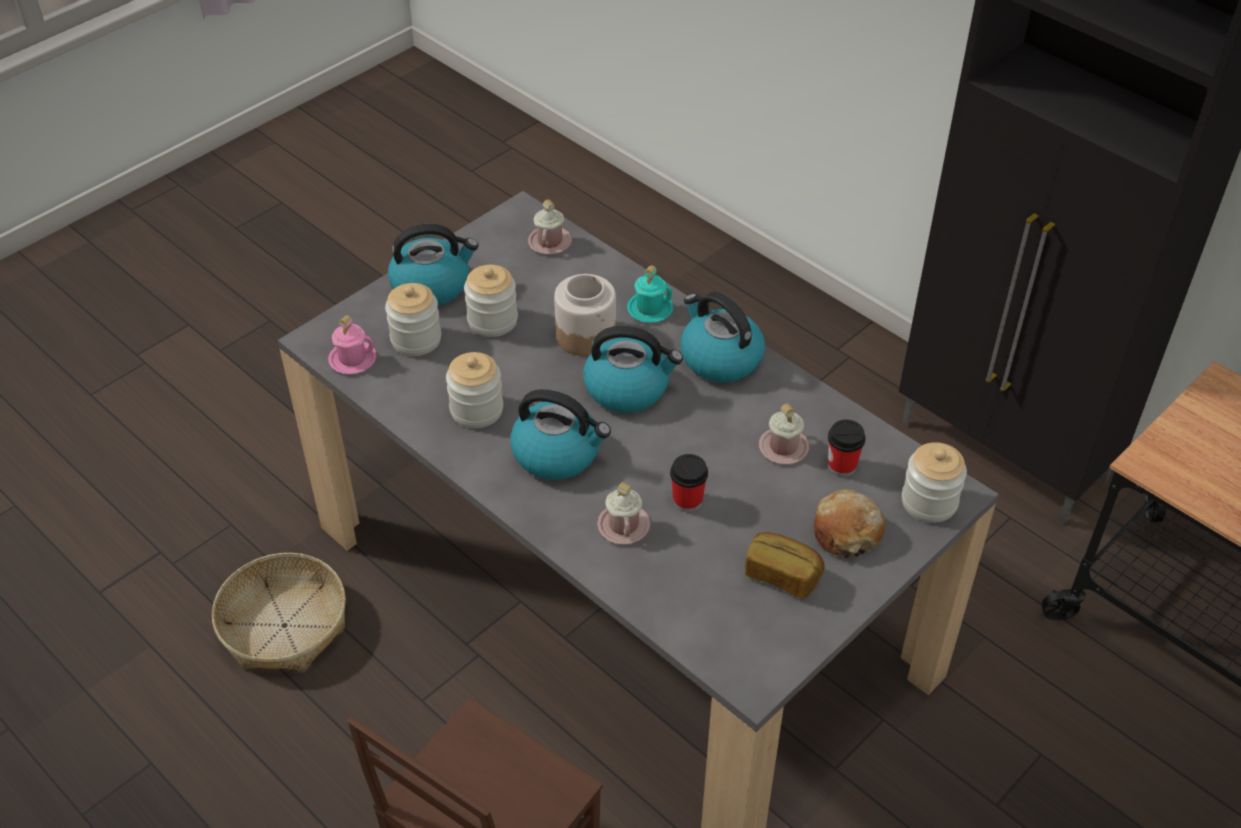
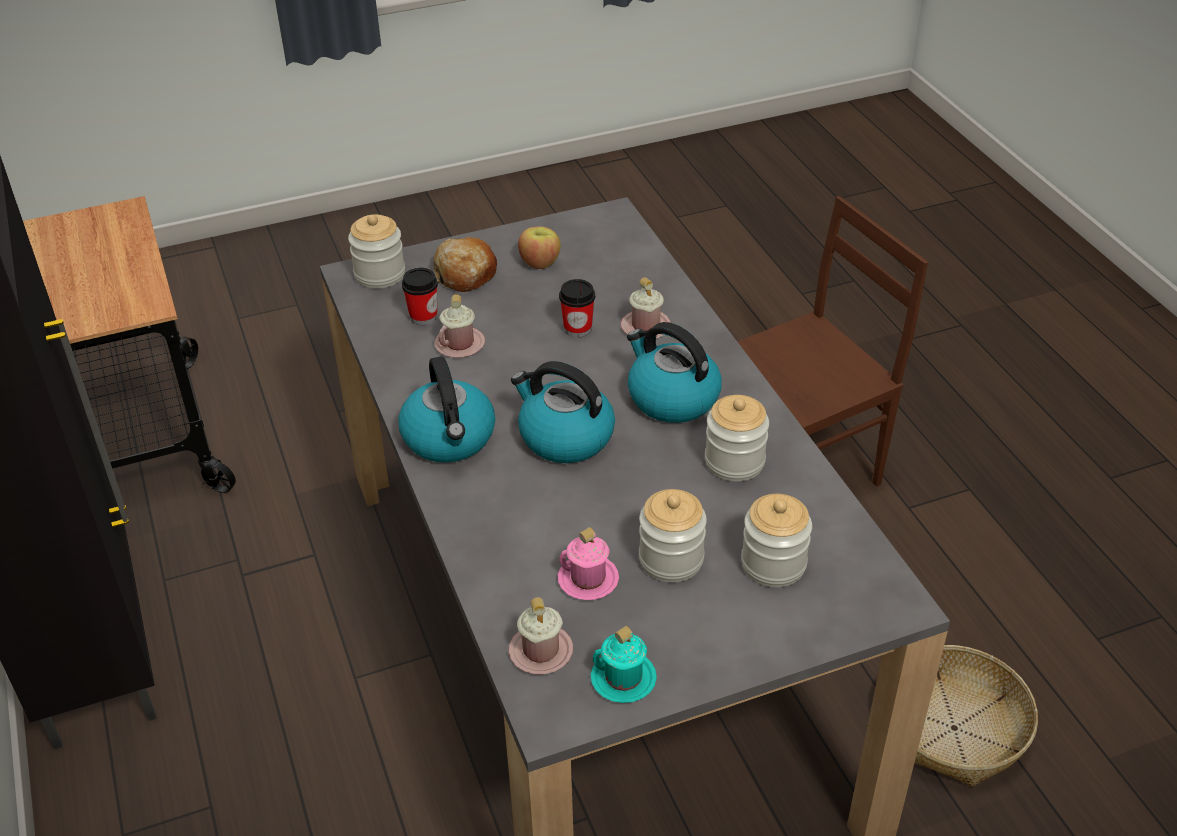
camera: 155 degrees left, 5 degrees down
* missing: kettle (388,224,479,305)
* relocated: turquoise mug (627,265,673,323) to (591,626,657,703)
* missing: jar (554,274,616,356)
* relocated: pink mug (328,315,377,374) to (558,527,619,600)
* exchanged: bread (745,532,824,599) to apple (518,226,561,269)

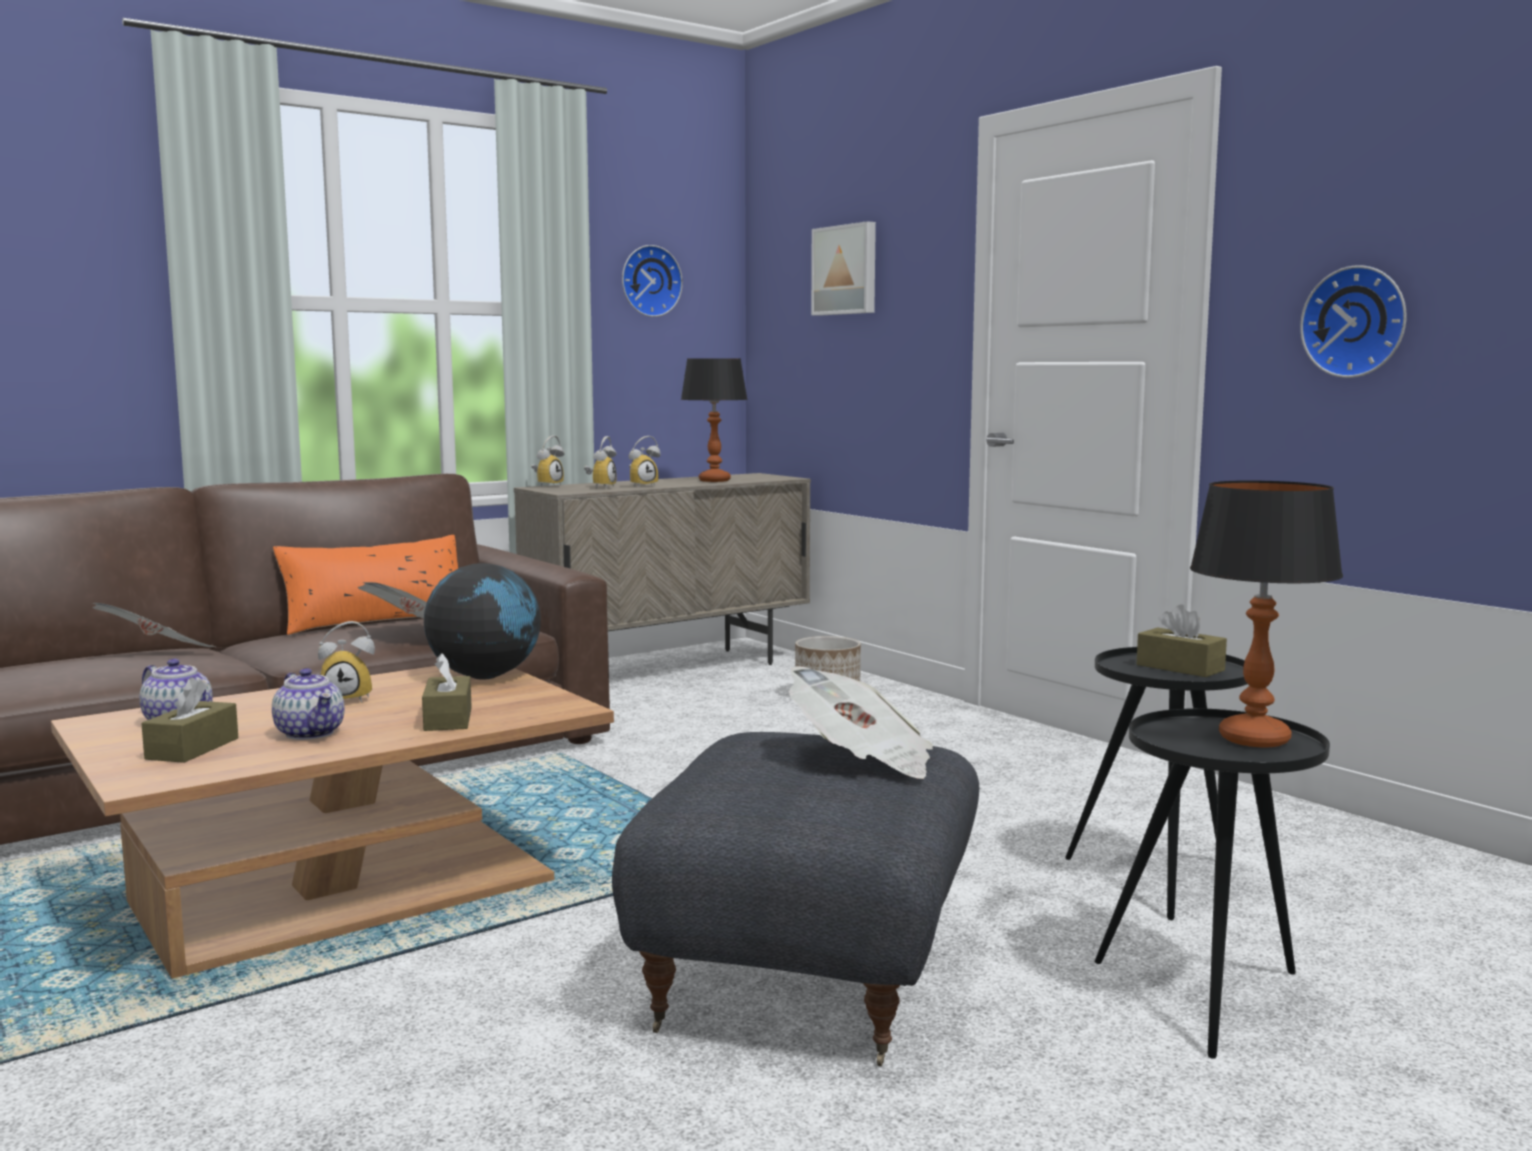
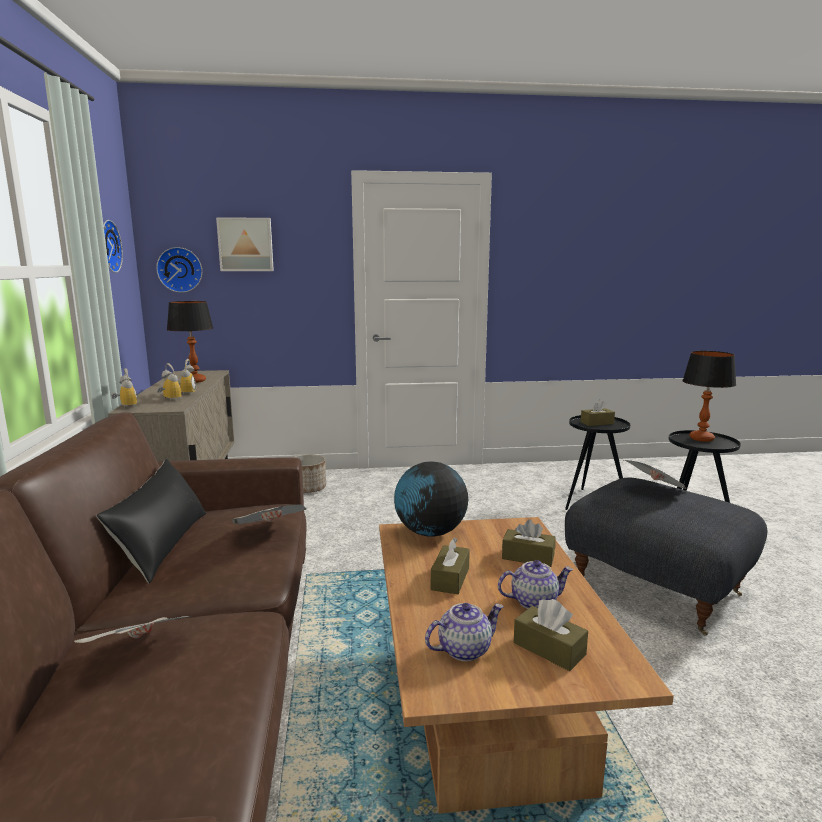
camera: 60 degrees left, 5 degrees up
* relocated: wall clock (1300,265,1407,378) to (156,247,202,293)
* colour: orange pillow (273,535,458,635) to black pillow (96,459,206,584)
* exchanged: alarm clock (318,621,375,703) to brown tissue box (431,538,470,594)

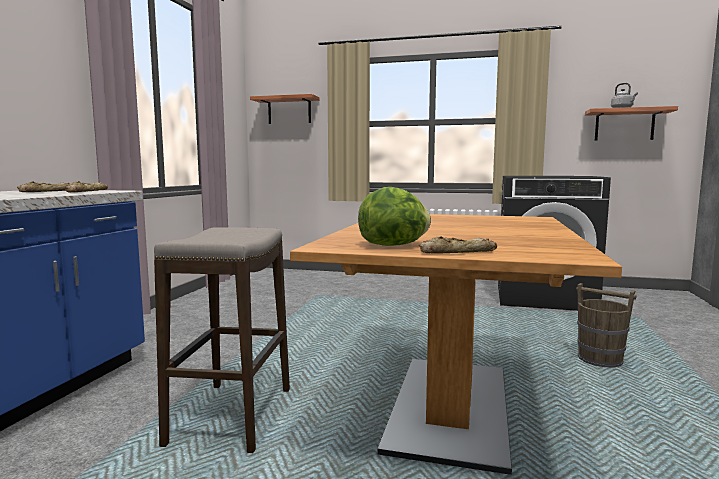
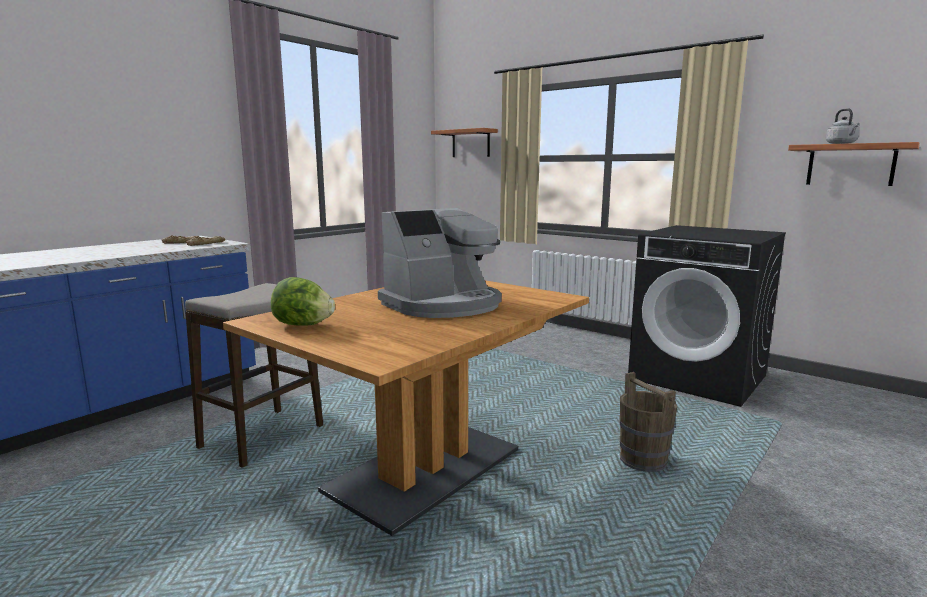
camera: 25 degrees right, 5 degrees up
* missing: bread (419,236,497,253)
* appeared: coffee machine (378,208,502,318)

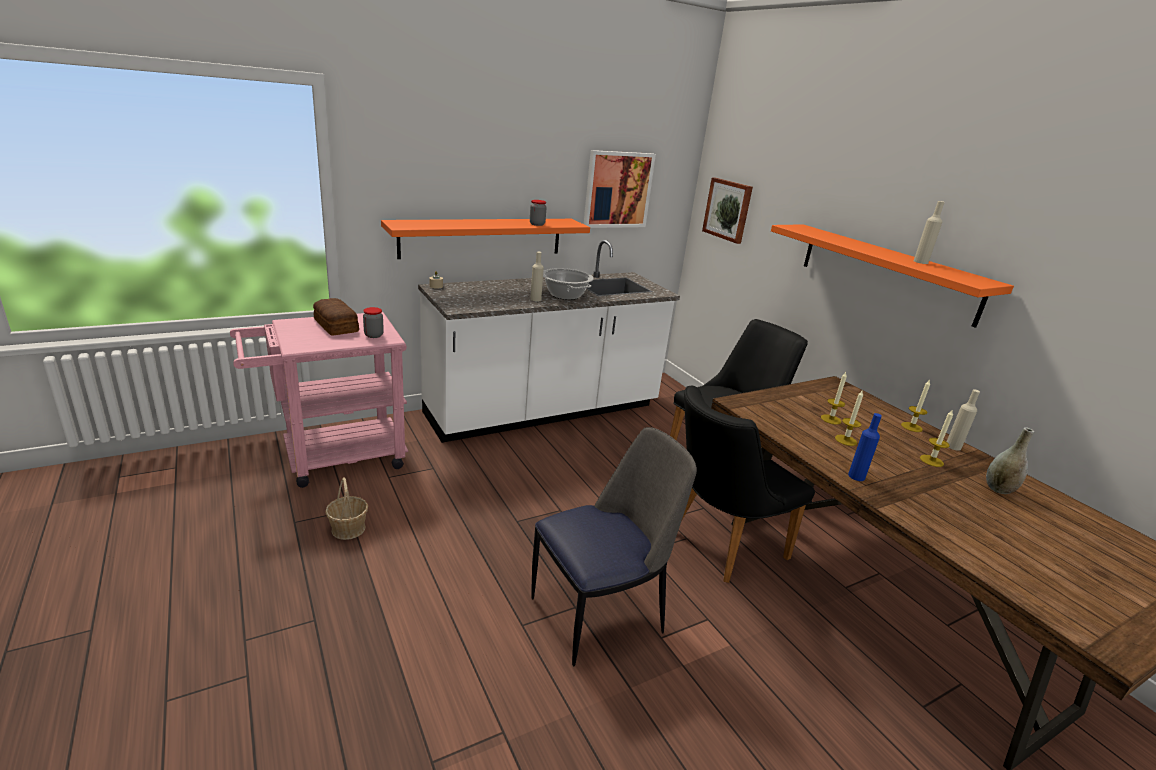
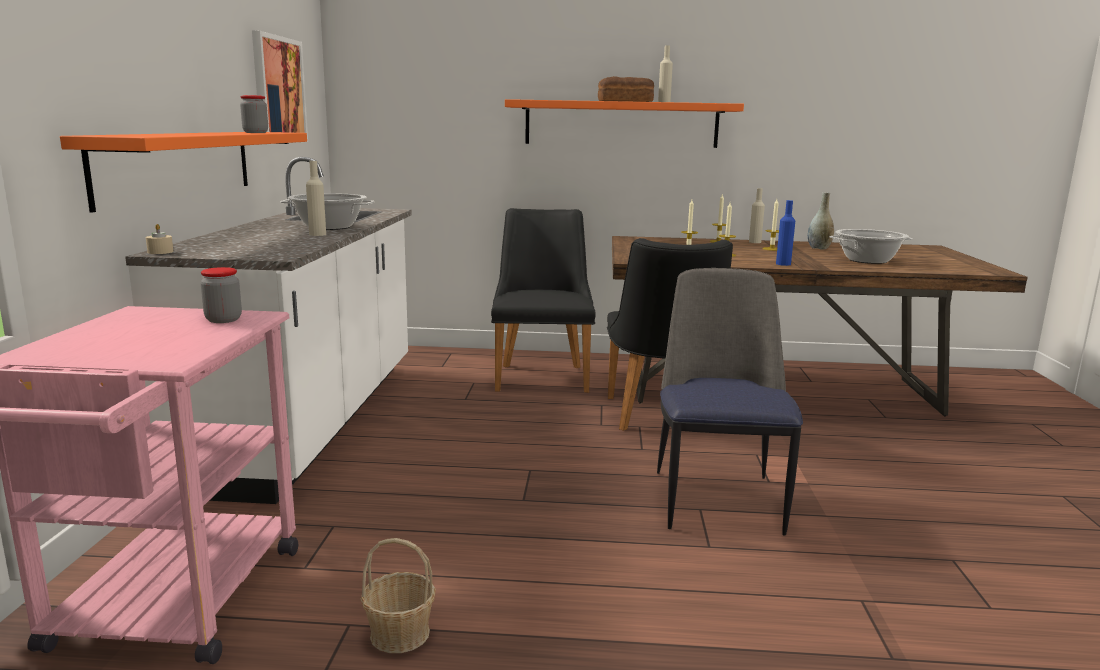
camera: 55 degrees left, 10 degrees down
* missing: picture (702,177,753,244)
* relocated: bread (313,298,359,335) to (598,76,654,102)
* appeared: cooking pot (829,229,913,264)

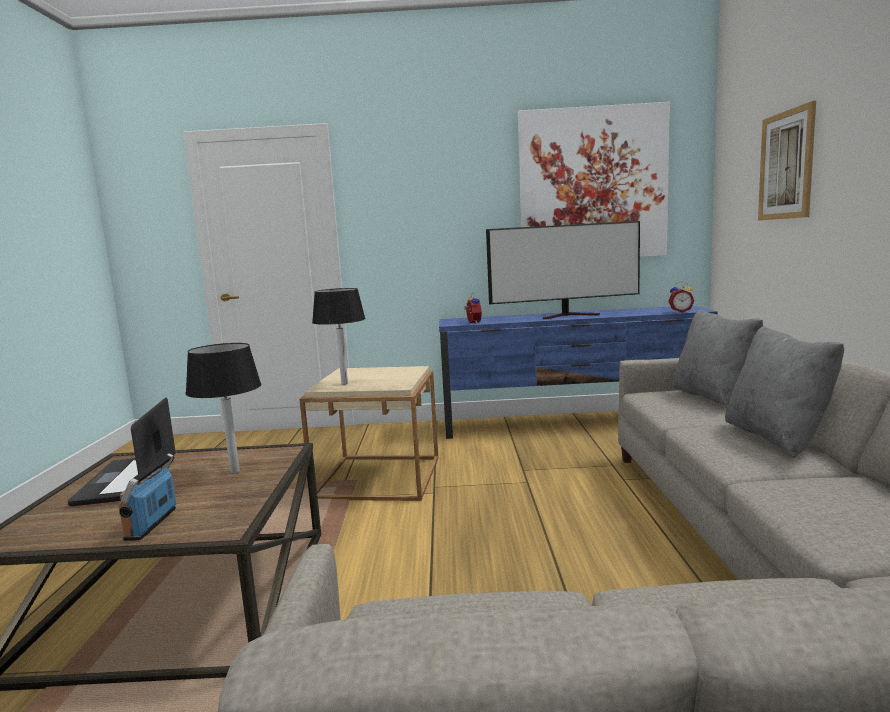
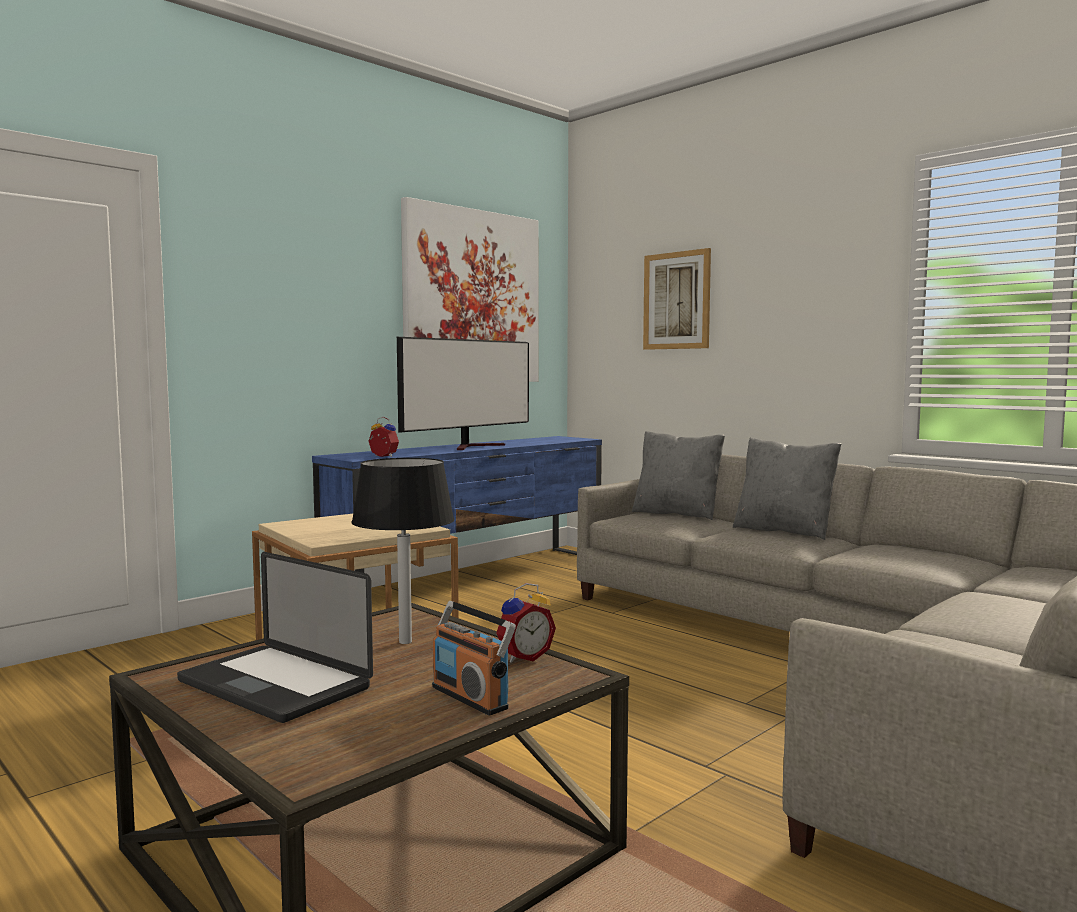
camera: 45 degrees left, 5 degrees down
* relocated: alarm clock (668,281,694,313) to (496,583,556,663)
* missing: black table lamp (312,288,366,385)

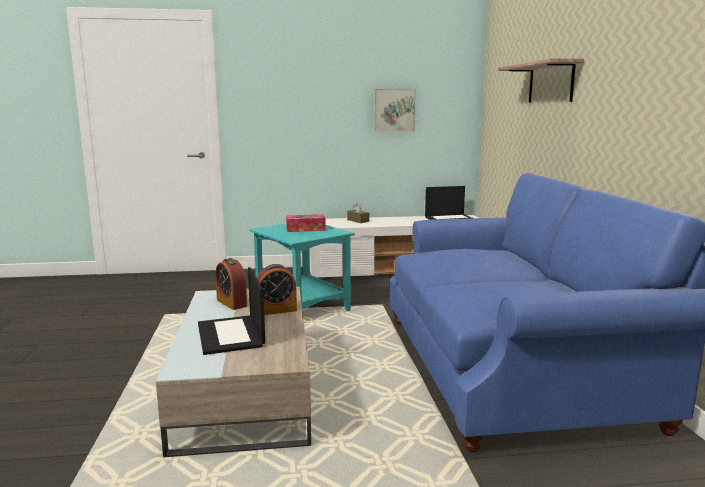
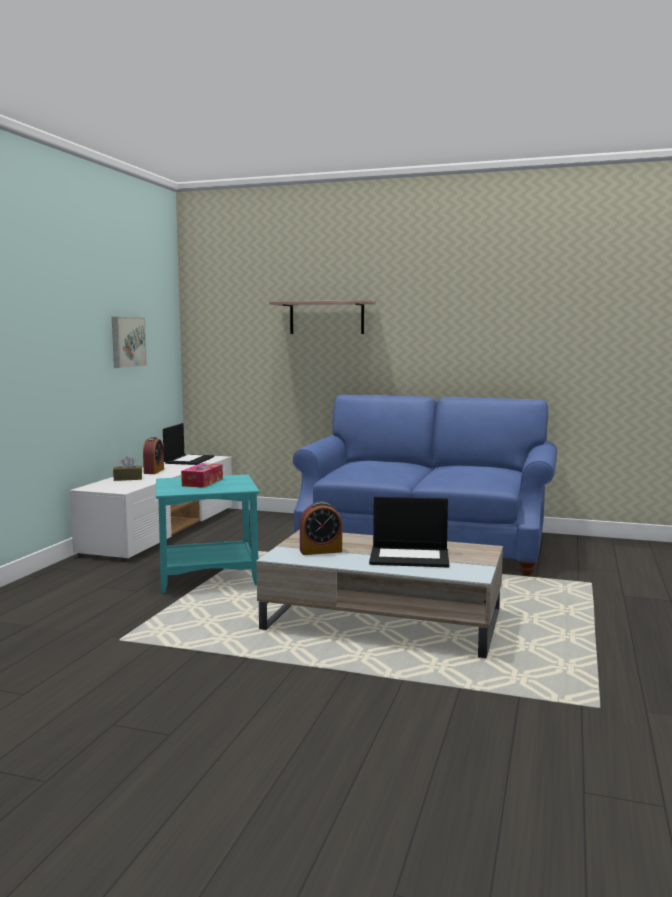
camera: 65 degrees left, 5 degrees down
* relocated: alarm clock (257,264,297,315) to (143,437,164,474)

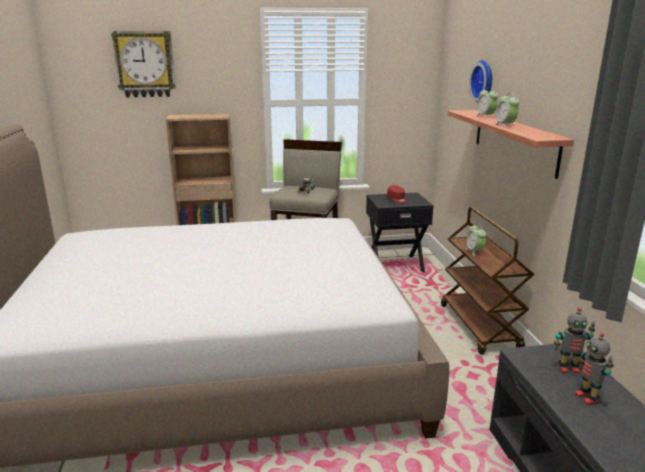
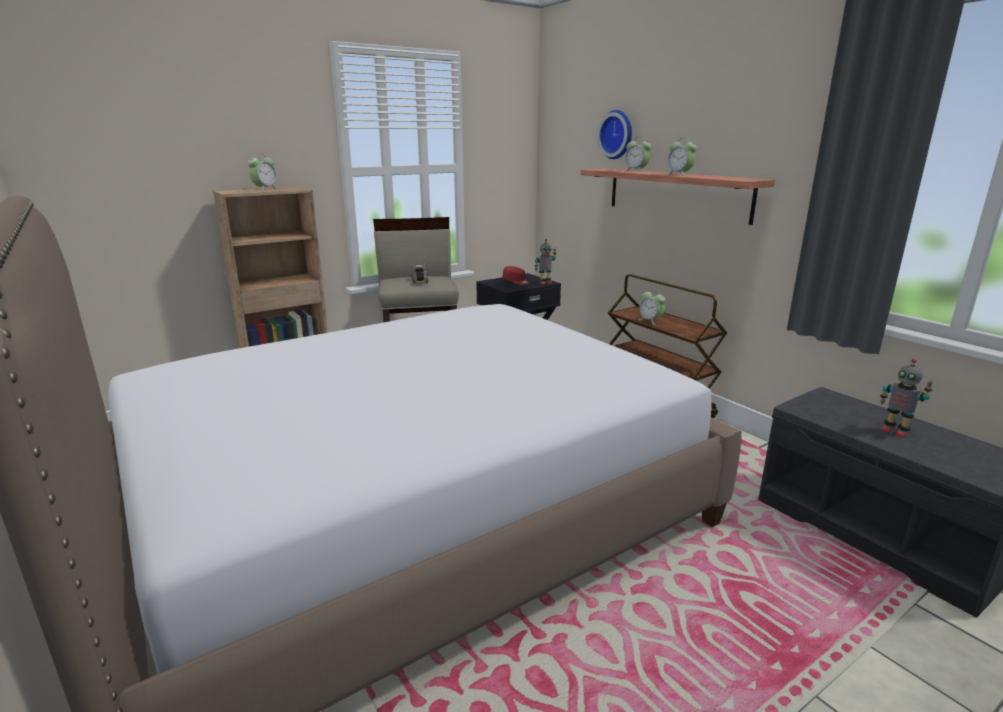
camera: 25 degrees left, 0 degrees up
* missing: wall clock (111,31,176,98)
* relocated: toy robot (554,308,595,374) to (534,239,556,285)
* appeared: alarm clock (248,153,278,191)

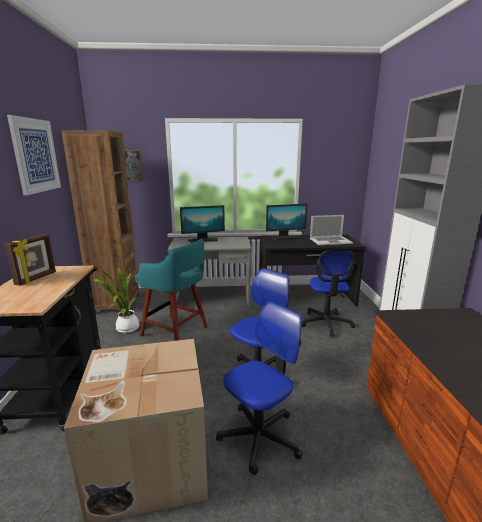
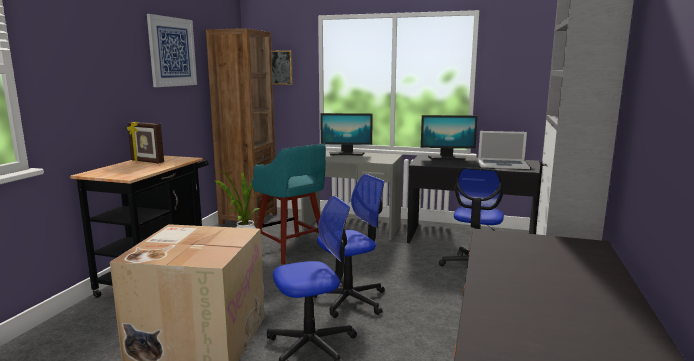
camera: 20 degrees right, 5 degrees down
* spun: picture frame (5,234,56,286) = (127,122,164,163) 75 degrees clockwise

